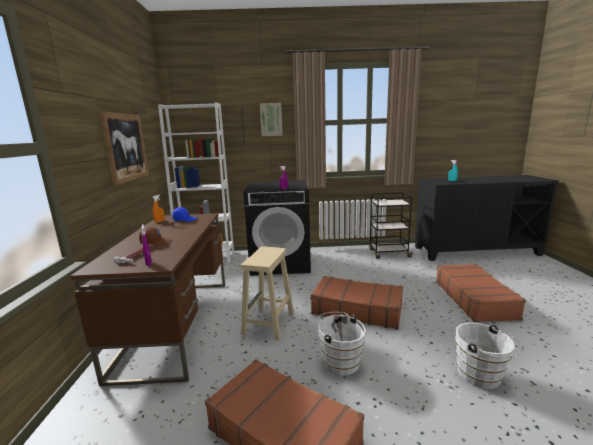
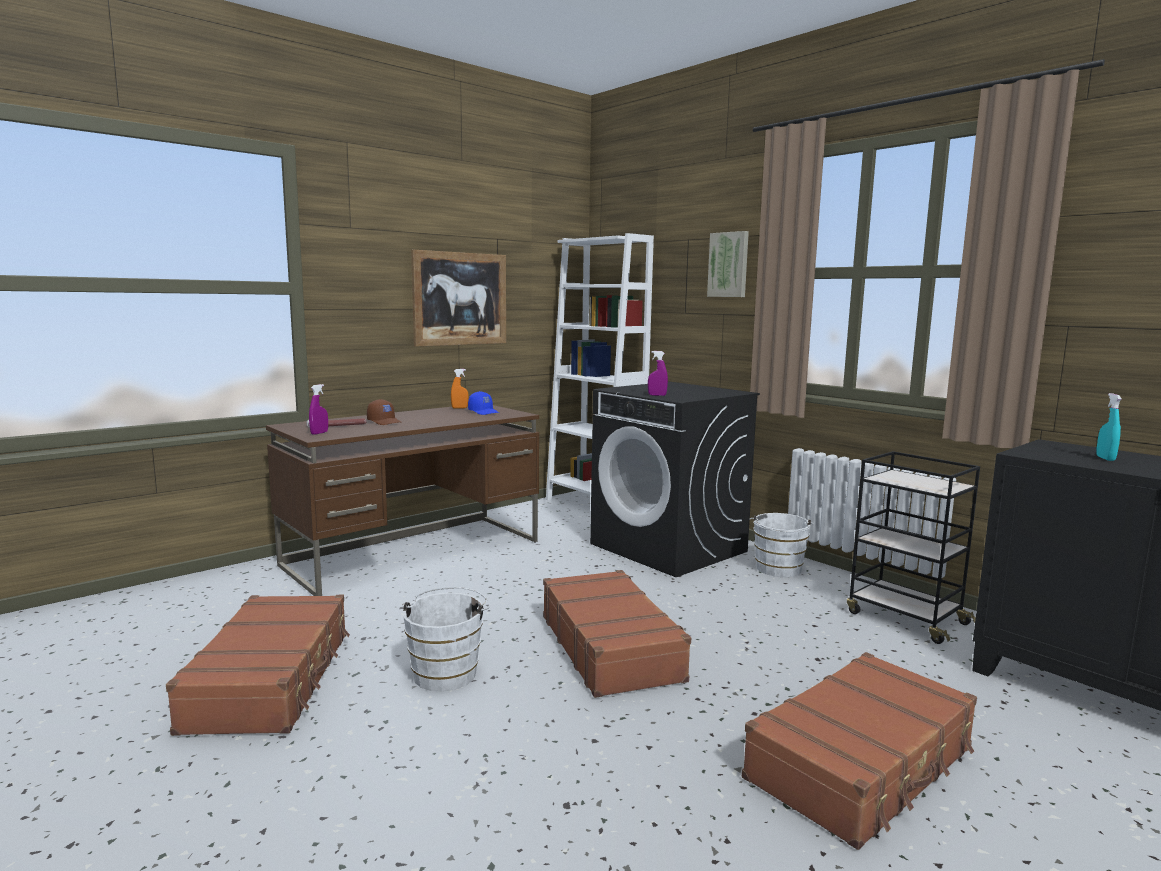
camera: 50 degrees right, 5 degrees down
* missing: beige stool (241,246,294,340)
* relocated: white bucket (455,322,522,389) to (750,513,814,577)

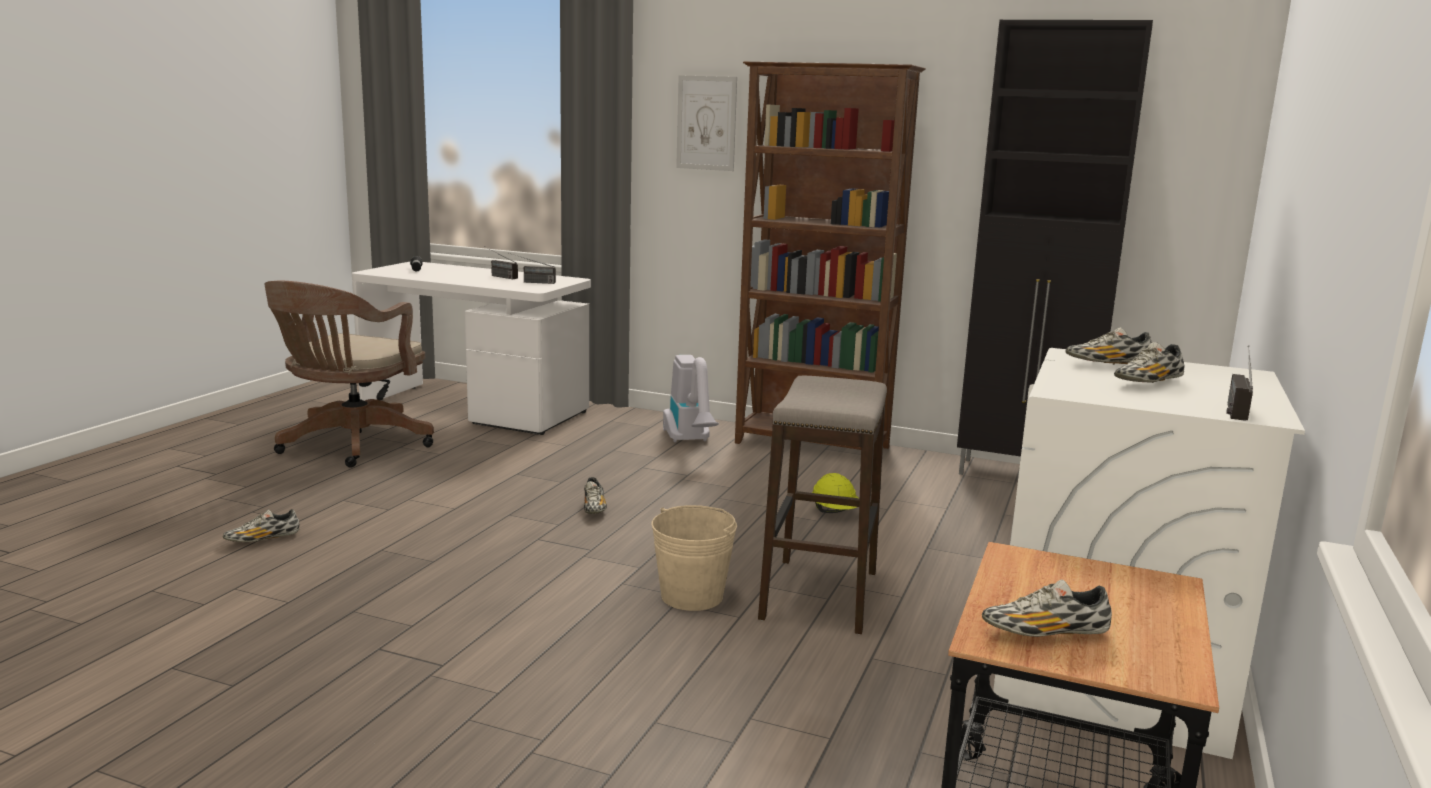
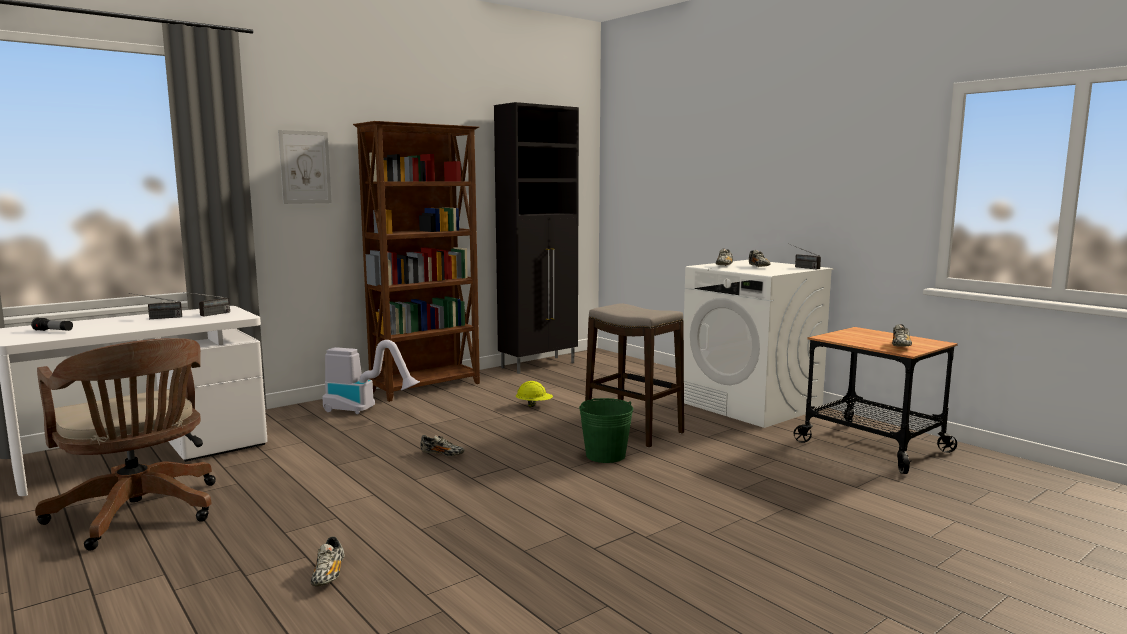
camera: 60 degrees left, 5 degrees down
* colour: beige bucket (651,505,737,611) to green bucket (579,398,633,463)

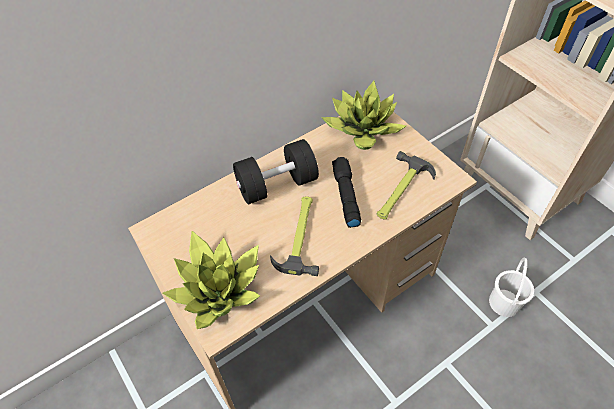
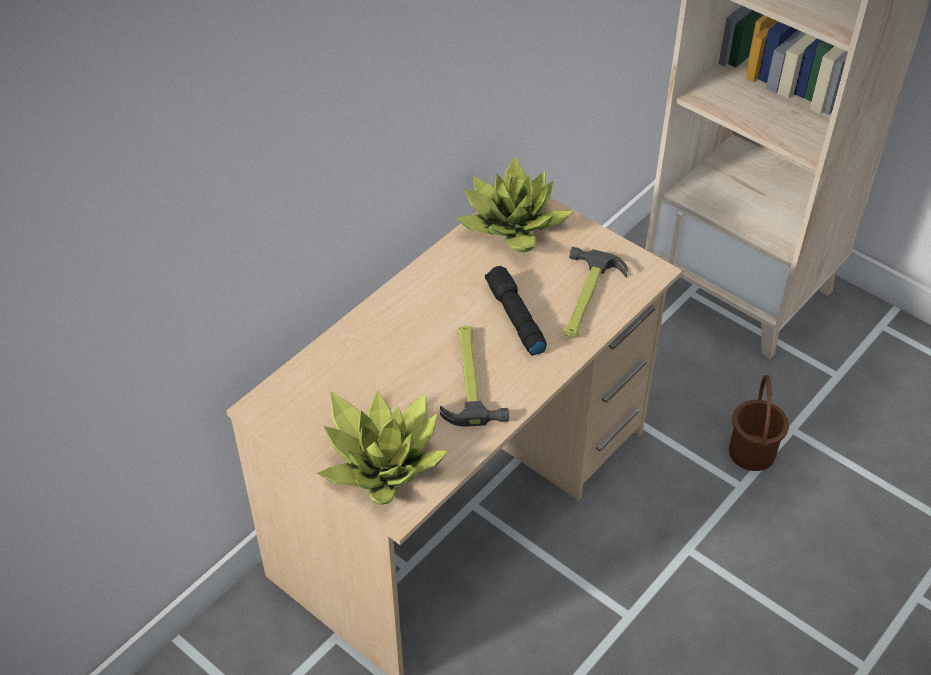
camera: 15 degrees left, 5 degrees down
* missing: black dumbbell (233,139,319,204)
* colour: white bucket (489,258,534,317) to brown bucket (729,375,789,471)

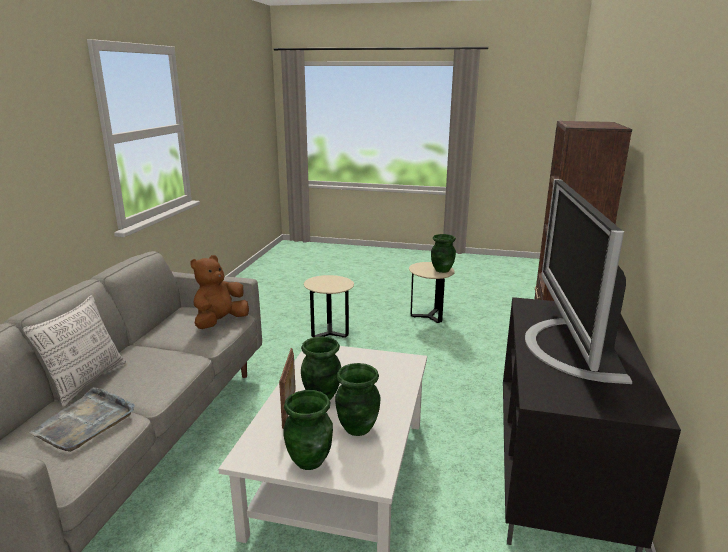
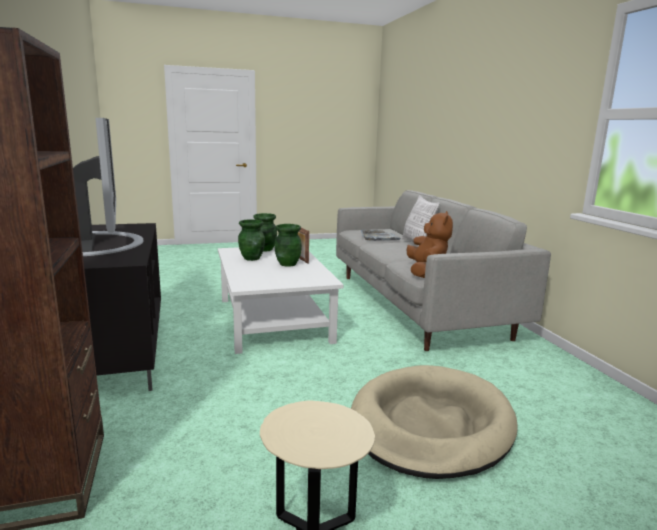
camera: 150 degrees right, 5 degrees down
* missing: green vase (431,234,456,273)
* exchanged: beige side table (304,275,354,338) to beige dog bed (351,365,518,479)

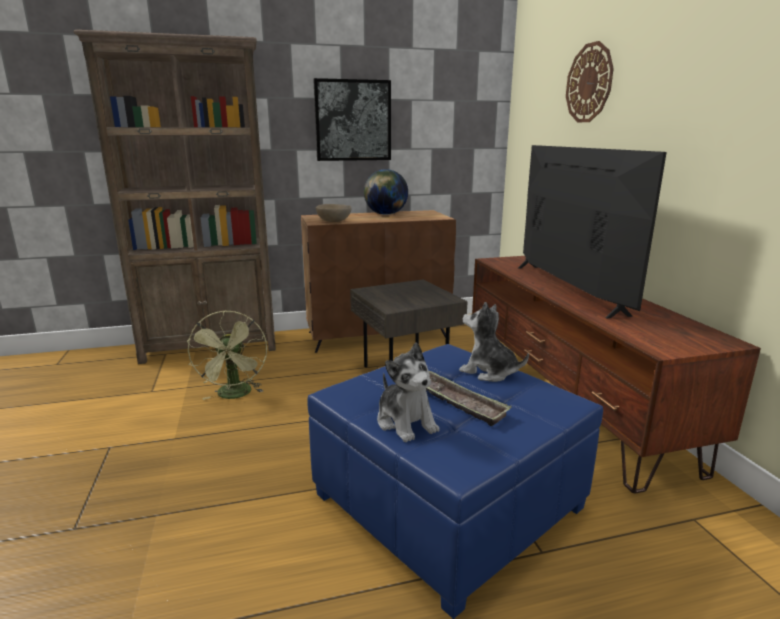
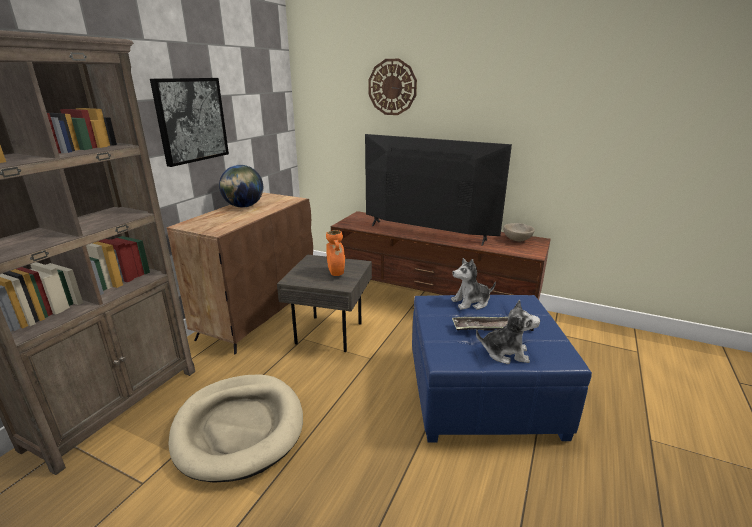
camera: 50 degrees left, 5 degrees up
* relocated: beige bowl (316,204,351,222) to (503,223,535,241)
* exchanged: green fan (186,310,267,400) to beige dog bed (168,374,303,483)
* appeared: orange vase (326,230,345,276)

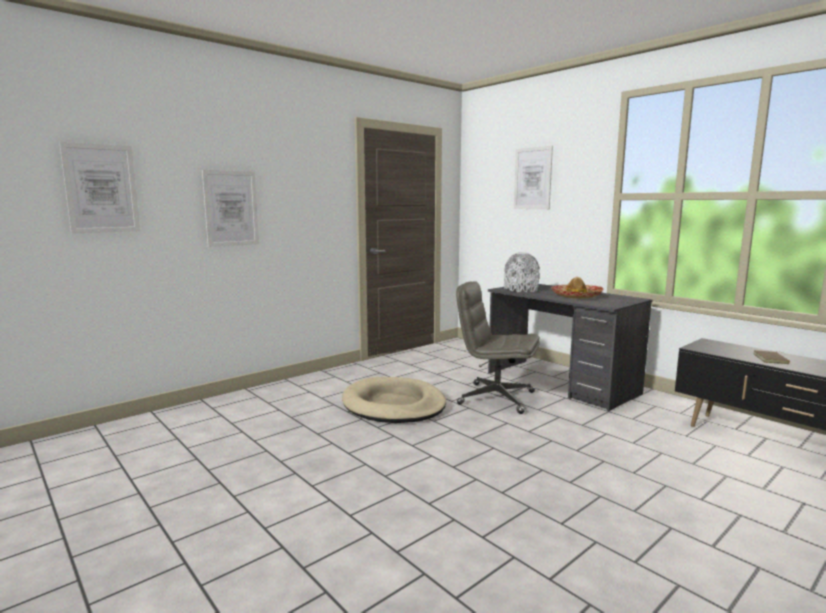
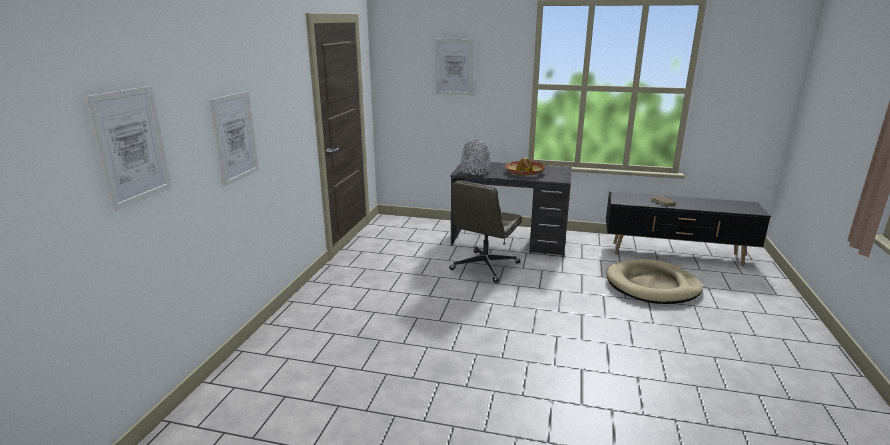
camera: 35 degrees left, 10 degrees up
* spun: grey office chair (456,281,540,414) = (450,180,522,283) 45 degrees counterclockwise
* relocated: beige dog bed (342,377,446,423) to (606,259,703,304)

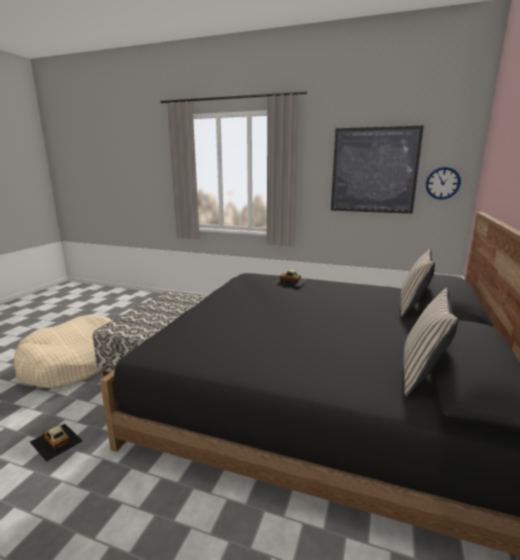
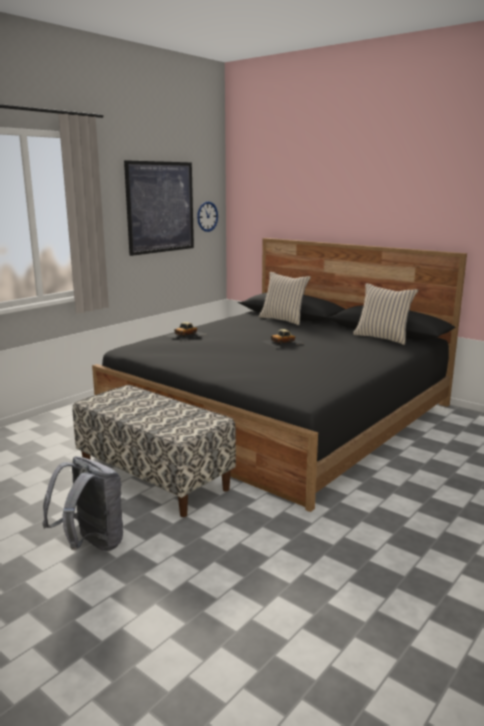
camera: 70 degrees left, 0 degrees up
* exchanged: beige dog bed (14,315,113,388) to grey backpack (43,456,123,551)
* relocated: toy car (30,424,83,462) to (262,329,303,348)

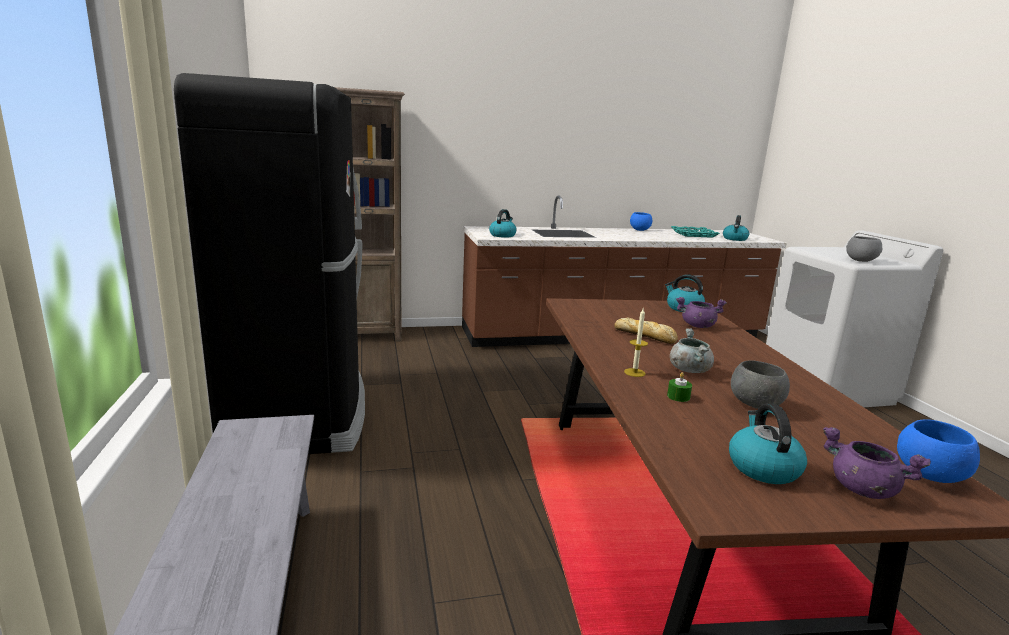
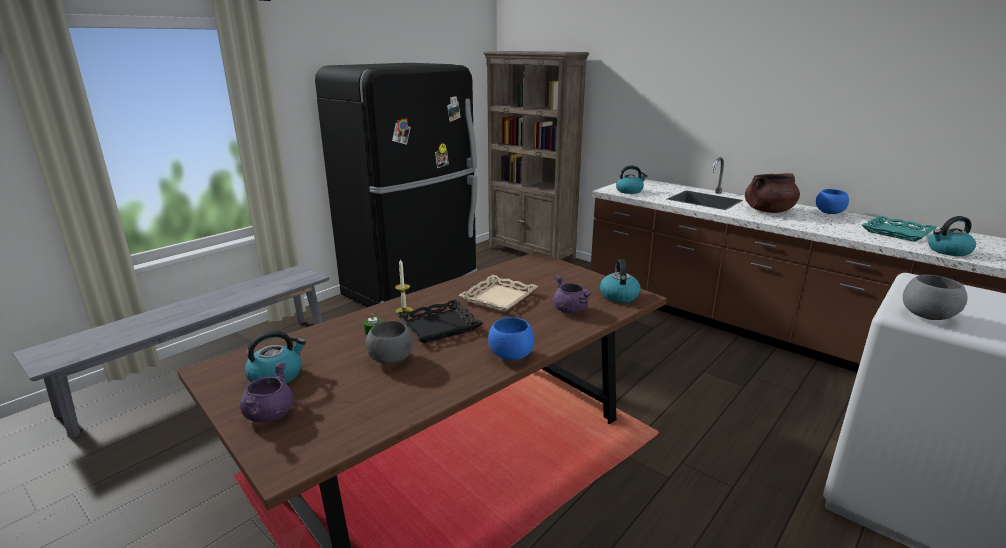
camera: 55 degrees right, 5 degrees up
* exchanged: bread (614,317,678,344) to beige tray (458,275,538,312)
* exchanged: grey cooking pot (670,328,714,373) to black tray (396,299,483,343)
* relocated: blue bowl (897,419,980,483) to (488,317,534,361)
* appeared: brown cooking pot (745,173,800,213)

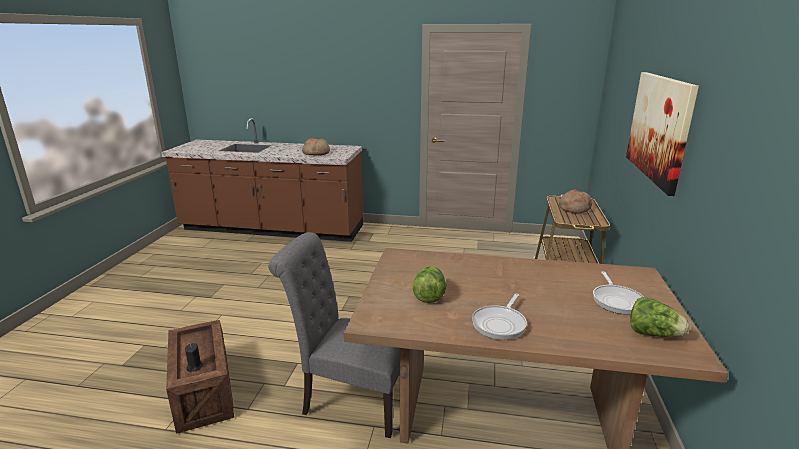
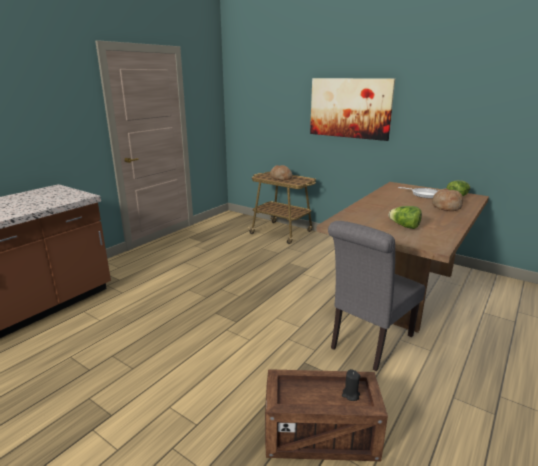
camera: 65 degrees left, 0 degrees up
* relocated: bread (302,138,330,155) to (432,188,463,211)
* missing: frying pan (472,294,527,340)

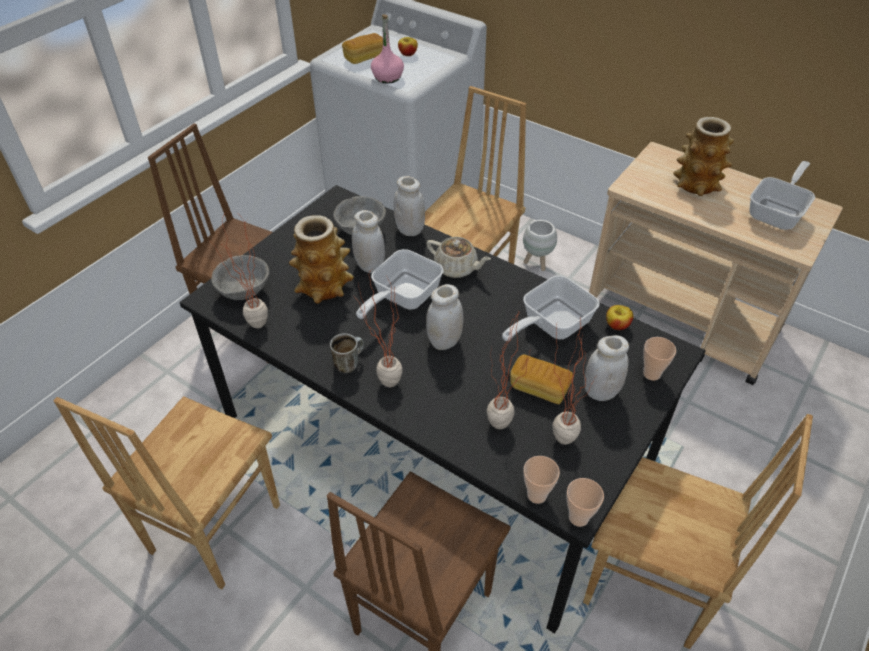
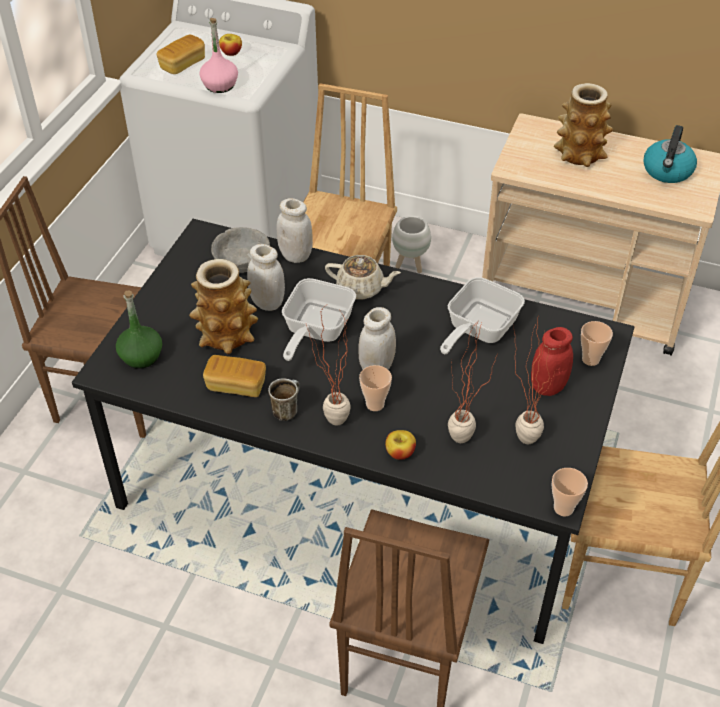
camera: 15 degrees left, 0 degrees up
* exchanged: frying pan (749,161,815,230) to kettle (643,125,697,183)
* missing: potted plant (211,212,268,328)
* exchanged: grey bowl (211,255,269,300) to green bottle (116,290,162,369)
* relocated: apple (606,305,633,330) to (385,430,416,460)
* colour: white jar (584,335,629,401) to red jar (531,327,573,396)
* relocated: bread (510,354,573,404) to (203,355,266,397)
* missing: brown chair (53,396,280,589)
* relocated: cup (524,456,560,504) to (359,365,392,411)

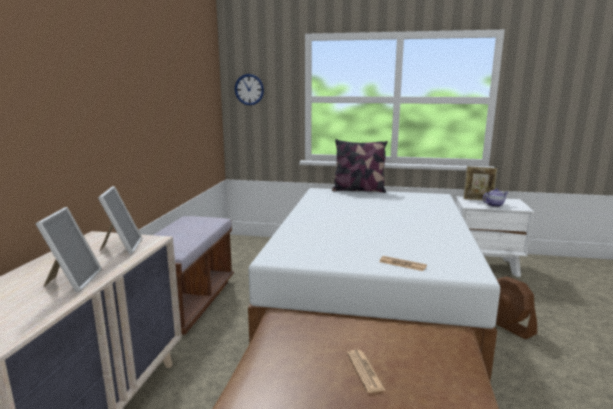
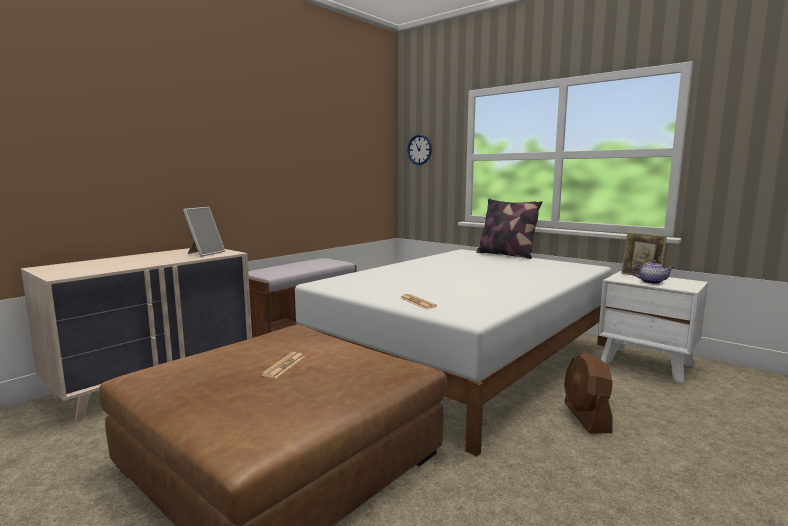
camera: 30 degrees right, 5 degrees down
* missing: picture frame (36,207,102,292)

